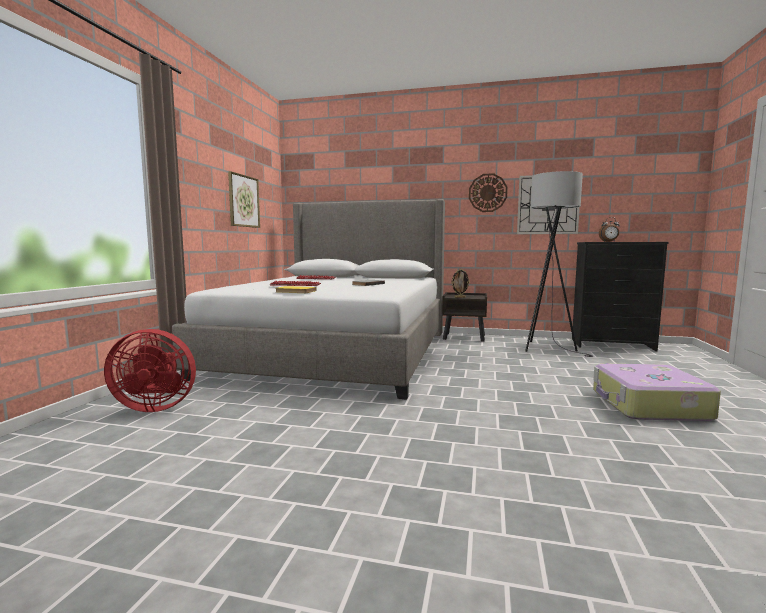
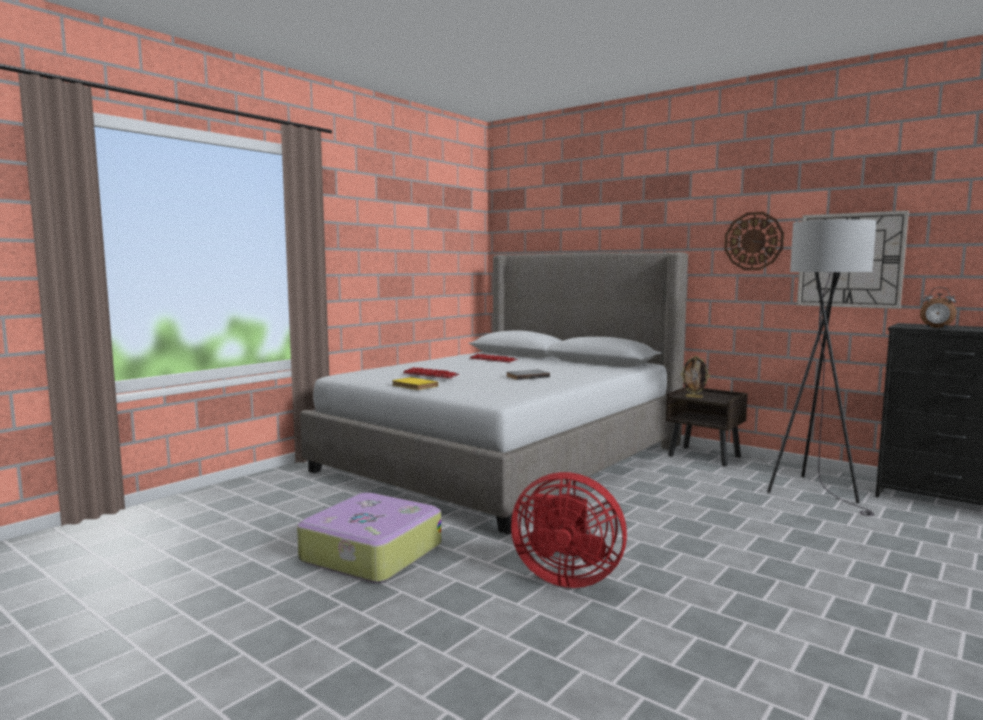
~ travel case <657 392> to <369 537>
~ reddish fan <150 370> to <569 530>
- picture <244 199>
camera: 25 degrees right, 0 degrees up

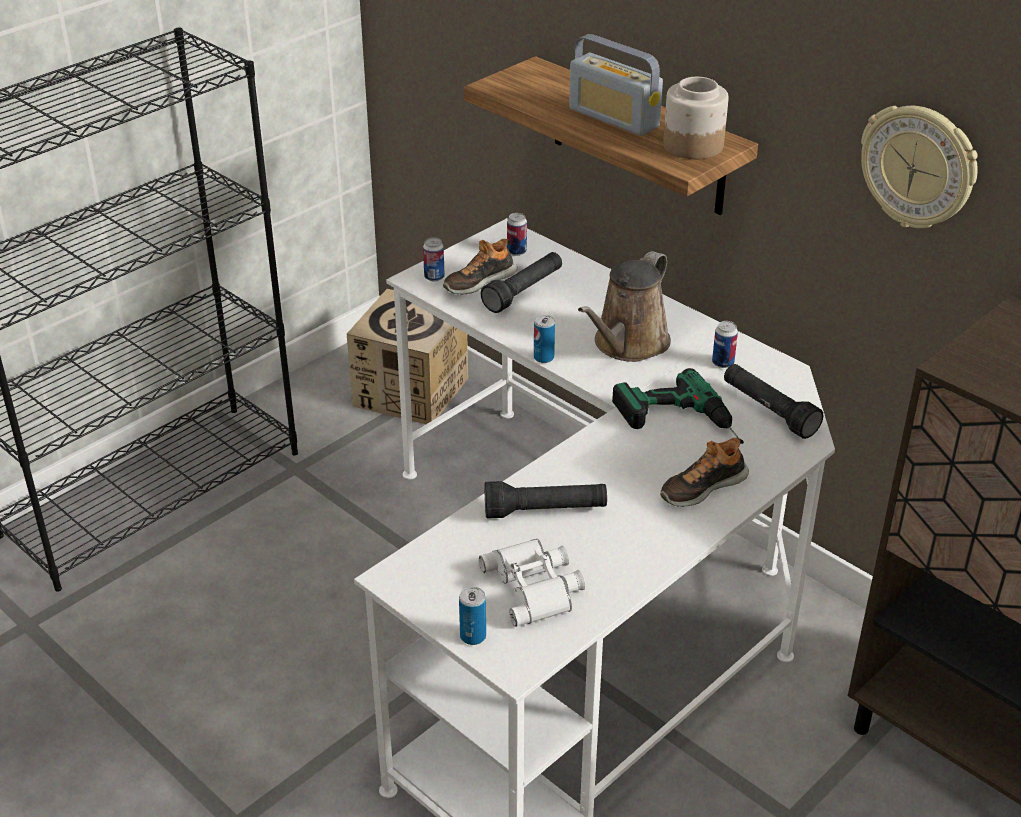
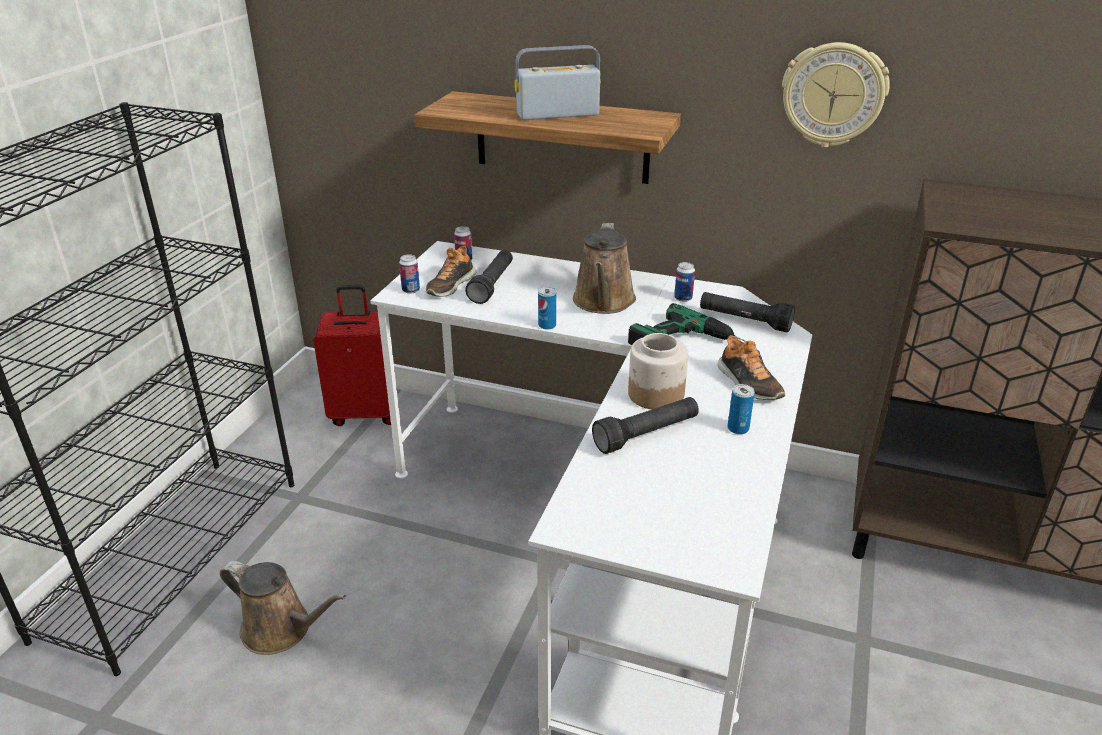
+ brownish watering pot <283 608>
~ carton <407 356> to reddish travel case <352 355>
~ radio receiver <616 85> = <557 82> 150 degrees clockwise
~ storage jar <696 118> to <658 371>
~ item of footwear <704 472> = <751 367> 60 degrees counterclockwise
~ sealed can <472 616> to <741 409>
- whitish field glasses <532 583>
camera: 25 degrees left, 5 degrees down

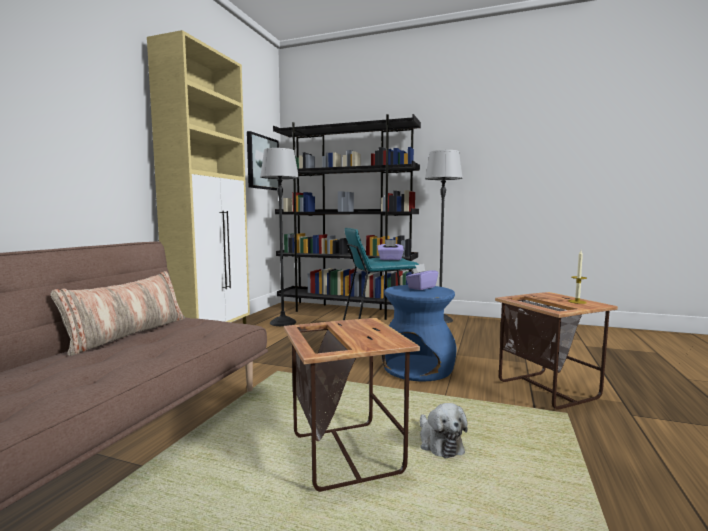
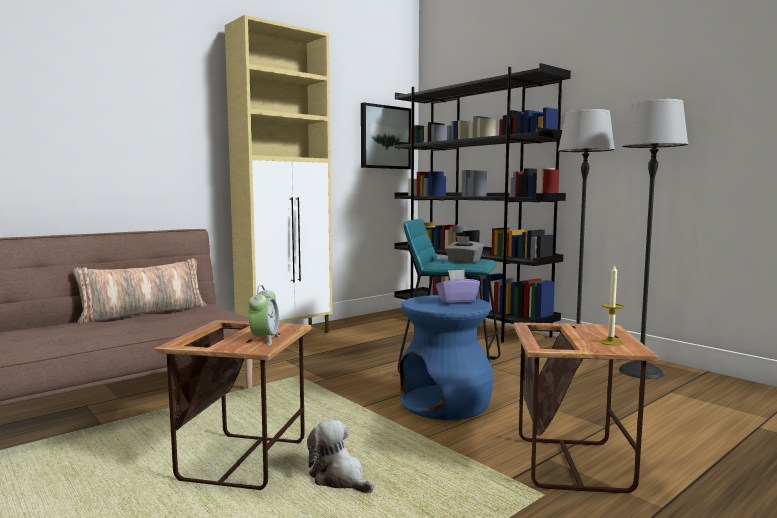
+ bedside clock <264 315>
~ plush toy <444 430> = <340 456> 120 degrees clockwise
~ purple-coloured box of tissues <390 250> to grey box of tissues <464 249>
~ standard lamp <279 237> to <653 239>
camera: 30 degrees right, 0 degrees up

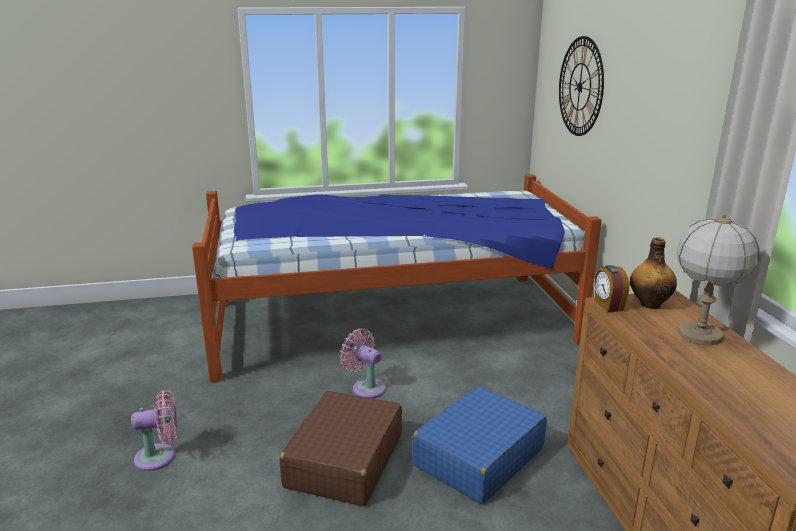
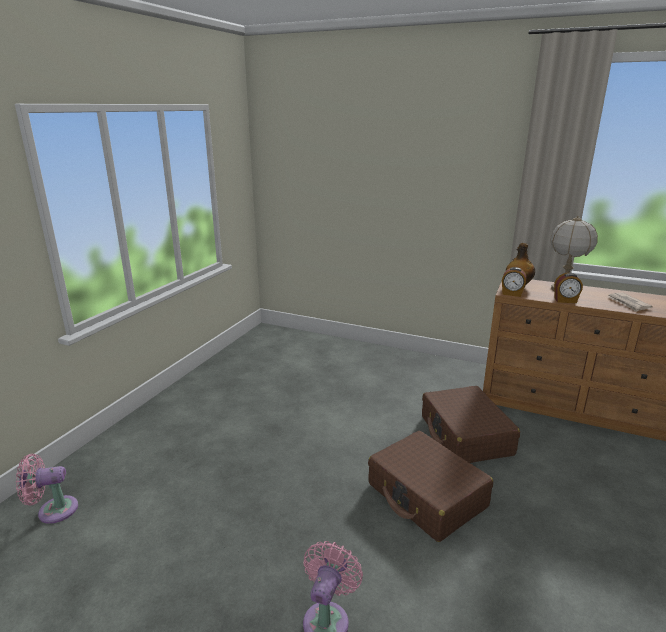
~ pink-coloured fan <363 363> to <47 489>
~ blue-coloured travel case <479 445> to brownish travel case <471 424>
+ bedside clock <568 288>
+ newspaper <630 302>
- bedroom bed <397 278>
- wall clock <581 86>
camera: 55 degrees left, 0 degrees up

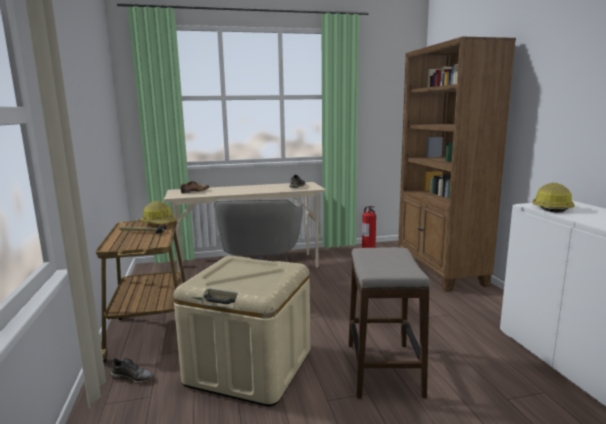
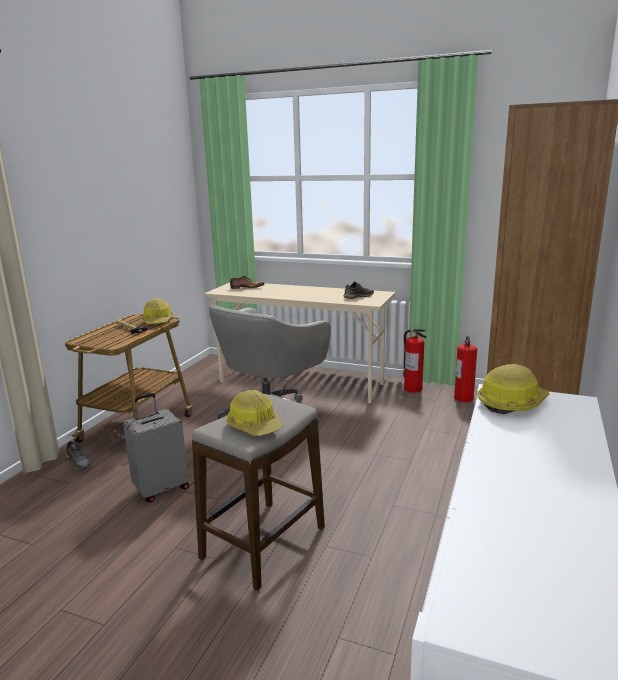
~ beige-coloured storage bin <241 331> to grey travel case <156 447>
+ hard hat <254 413>
+ fire extinguisher <415 361>
camera: 35 degrees right, 5 degrees up

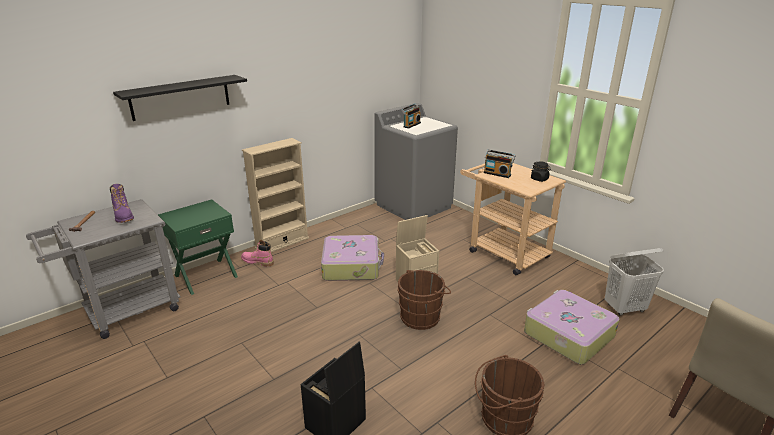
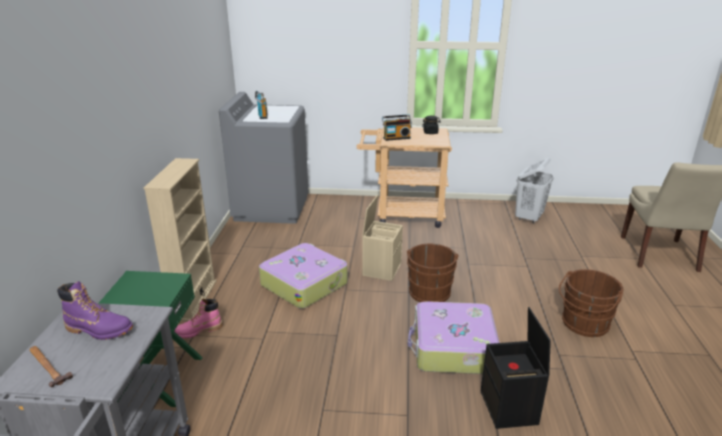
~ travel case <572 327> to <454 337>
- black-coloured shelf <180 98>
camera: 45 degrees left, 0 degrees up

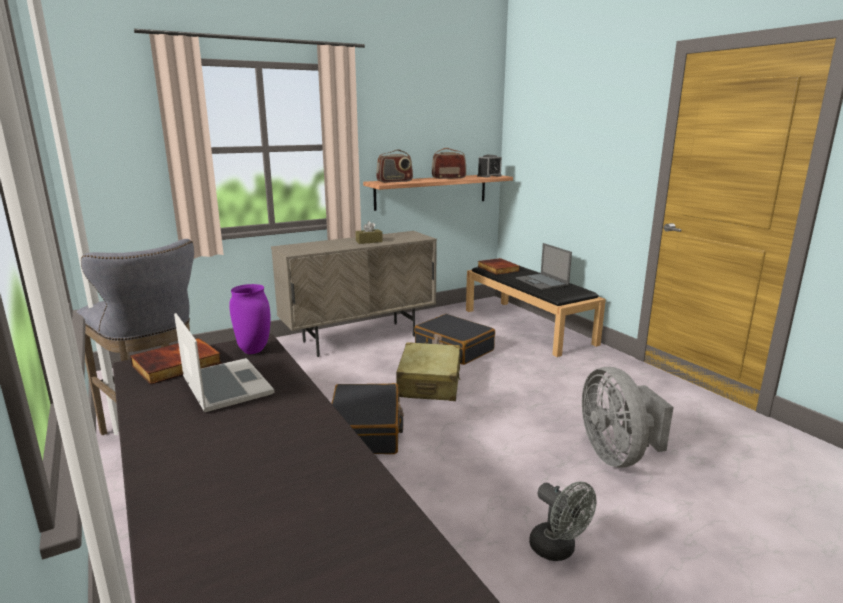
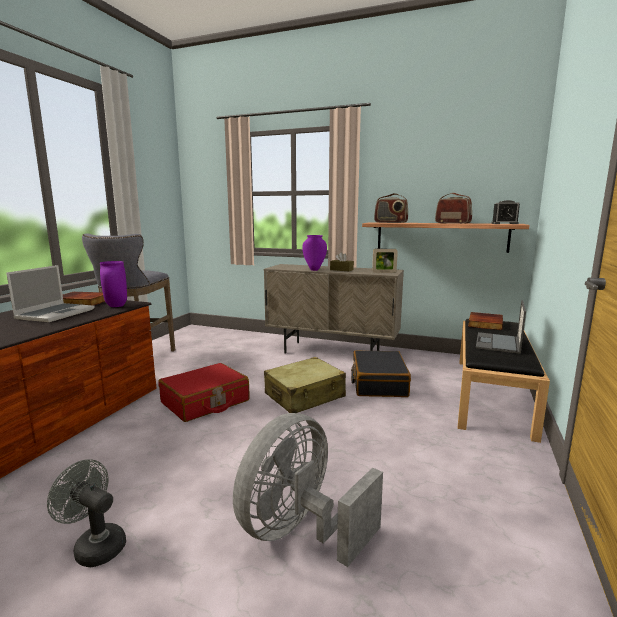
~ grey fan <562 521> = <86 513> 105 degrees clockwise
~ black-coloured travel case <367 418> to reddish travel case <204 392>
+ purple-coloured vase <314 253>
+ photo frame <385 261>
camera: 50 degrees right, 5 degrees down

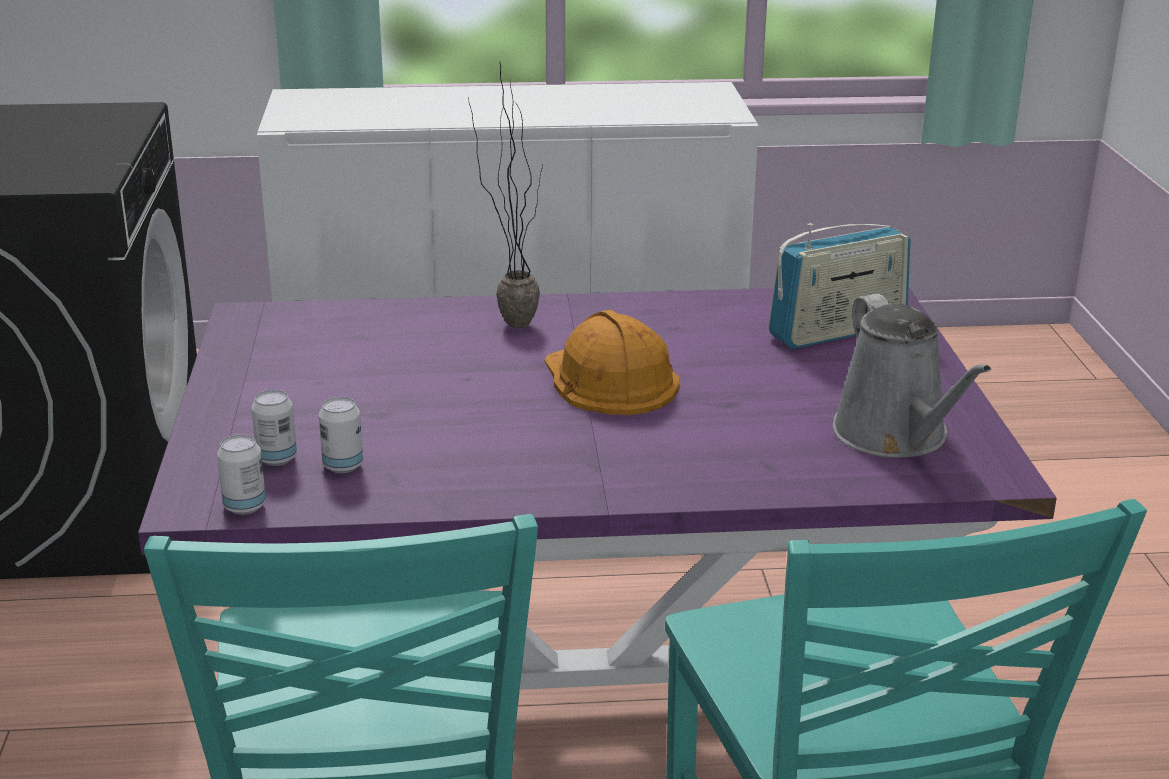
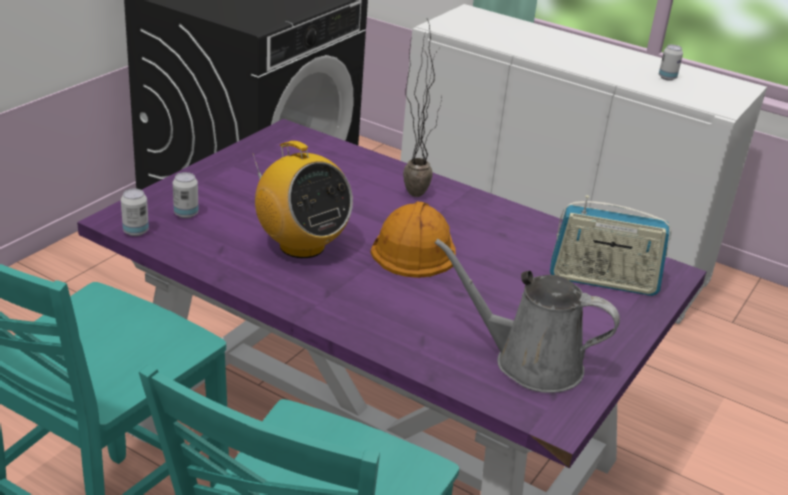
+ radio receiver <303 199>
~ grey watering pot <911 376> = <527 316> 90 degrees clockwise
~ sealed can <341 435> to <671 63>
camera: 35 degrees right, 5 degrees up

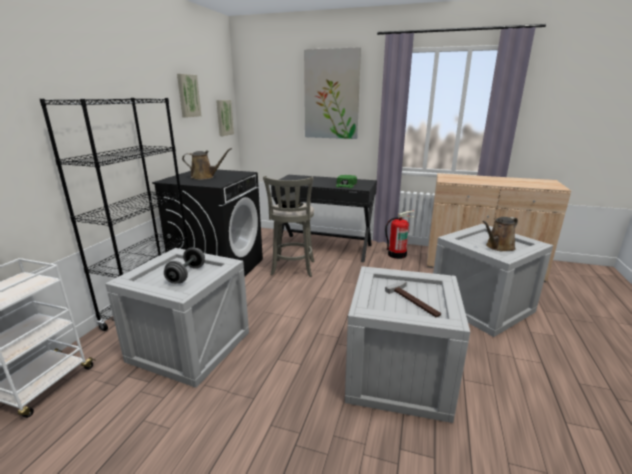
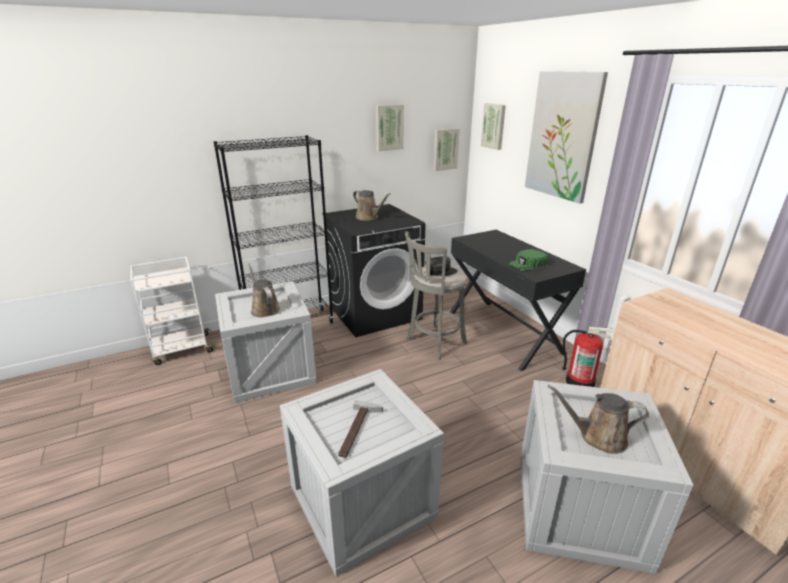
~ grey dumbbell <184 265> to brownish watering pot <264 291>
+ picture <493 126>
camera: 45 degrees right, 5 degrees up

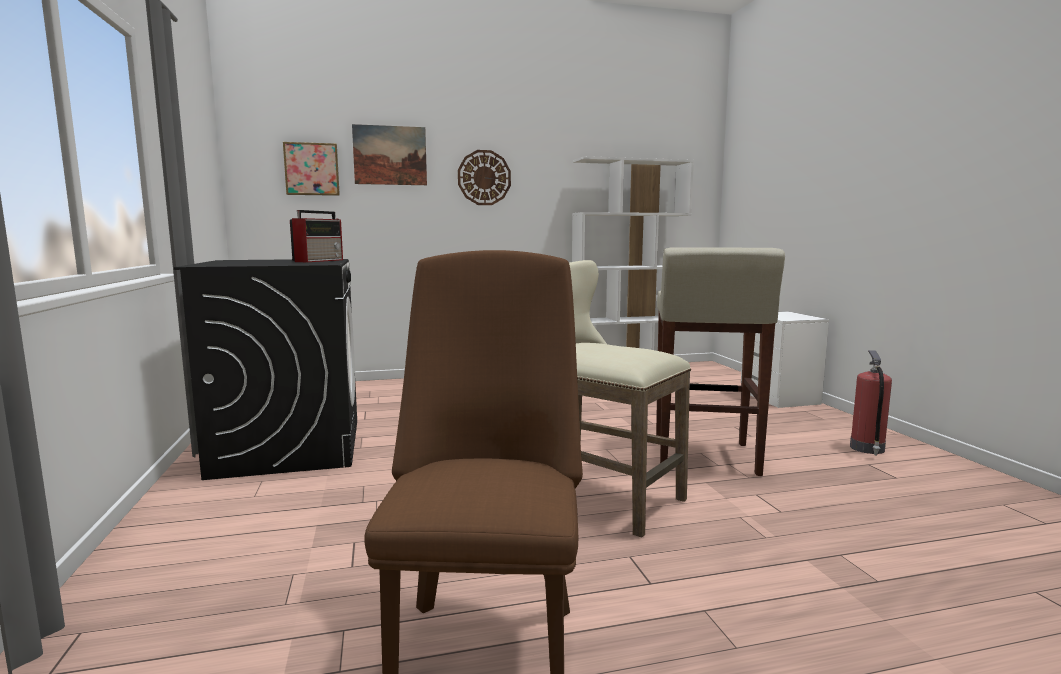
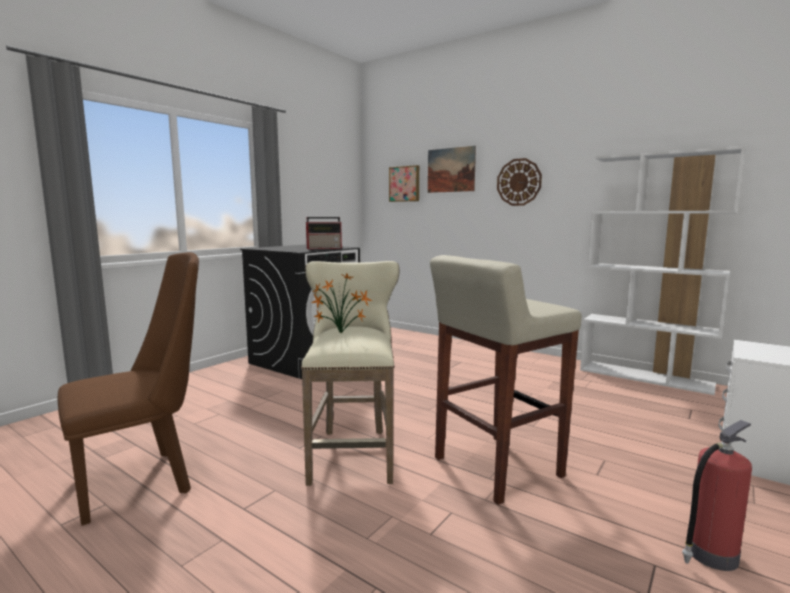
+ potted plant <341 303>
camera: 50 degrees right, 0 degrees up

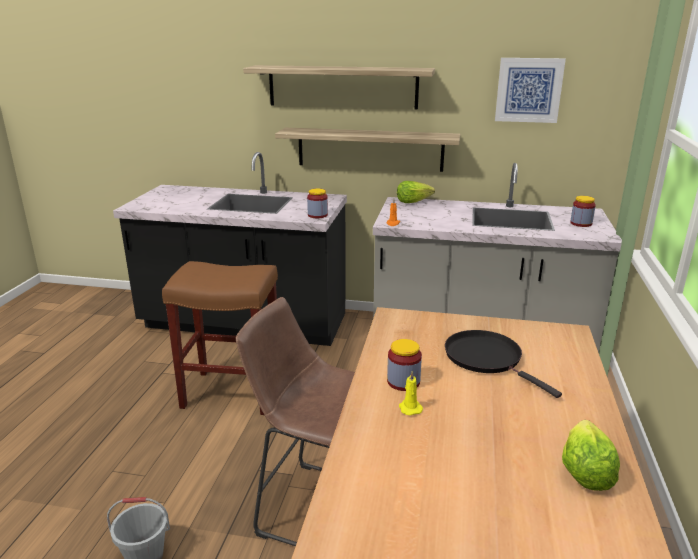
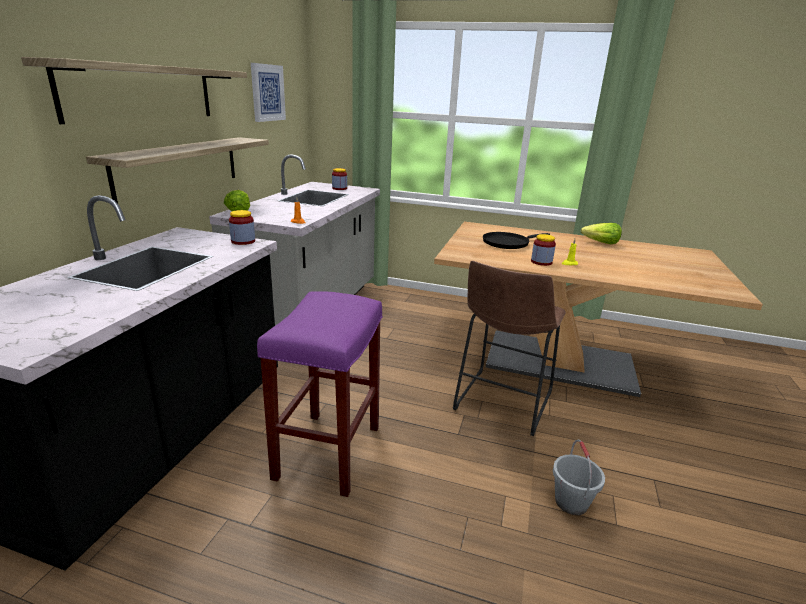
~ brownish sitting stool <220 338> to purple-coloured sitting stool <320 394>
camera: 85 degrees left, 0 degrees up

